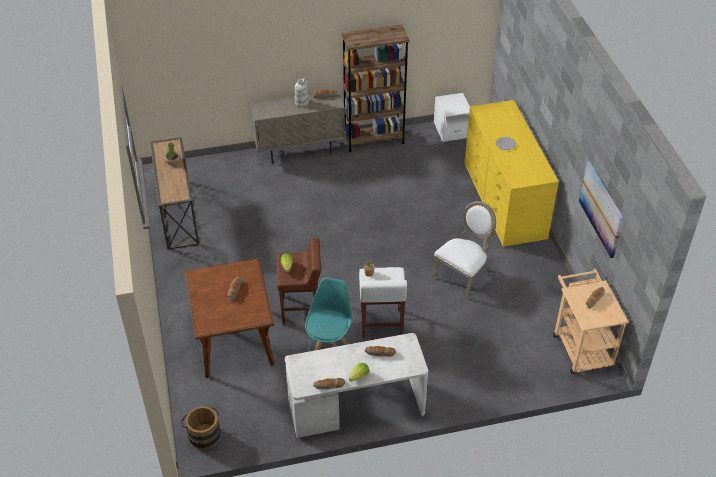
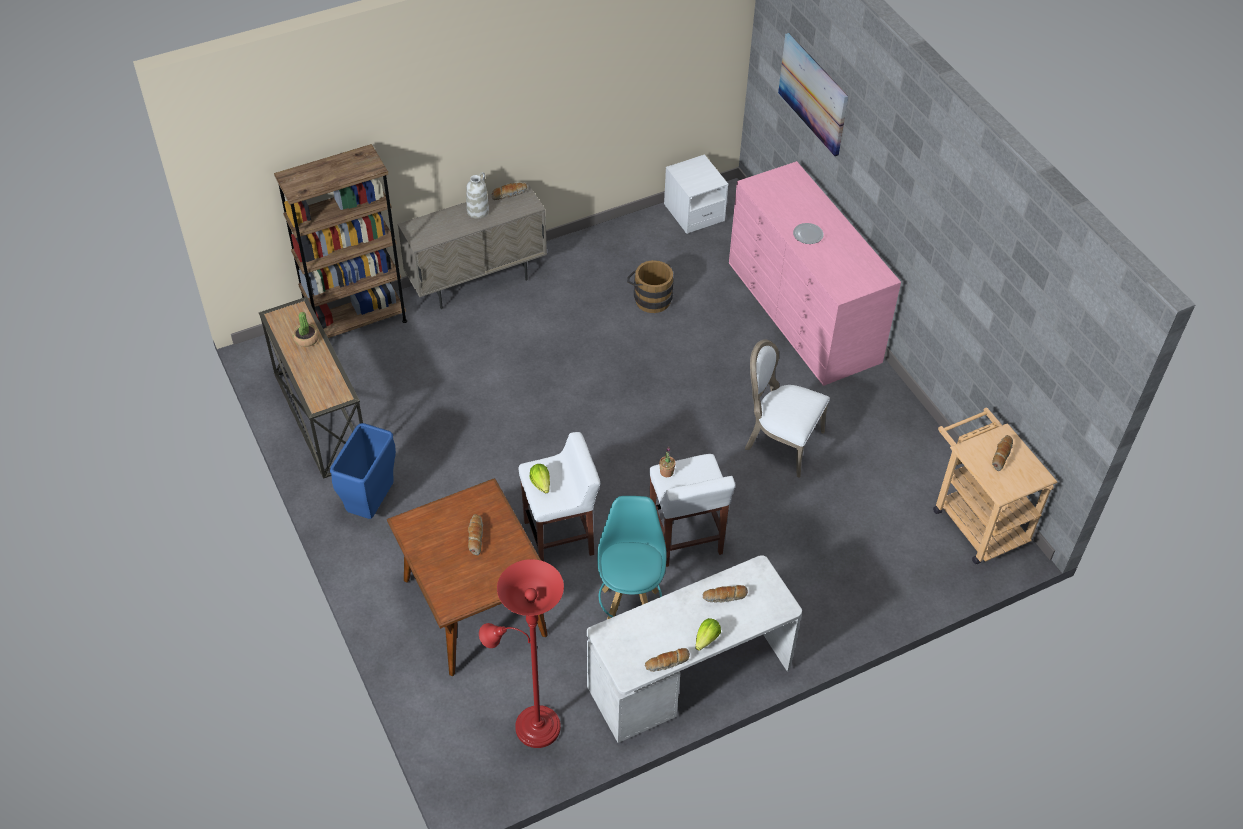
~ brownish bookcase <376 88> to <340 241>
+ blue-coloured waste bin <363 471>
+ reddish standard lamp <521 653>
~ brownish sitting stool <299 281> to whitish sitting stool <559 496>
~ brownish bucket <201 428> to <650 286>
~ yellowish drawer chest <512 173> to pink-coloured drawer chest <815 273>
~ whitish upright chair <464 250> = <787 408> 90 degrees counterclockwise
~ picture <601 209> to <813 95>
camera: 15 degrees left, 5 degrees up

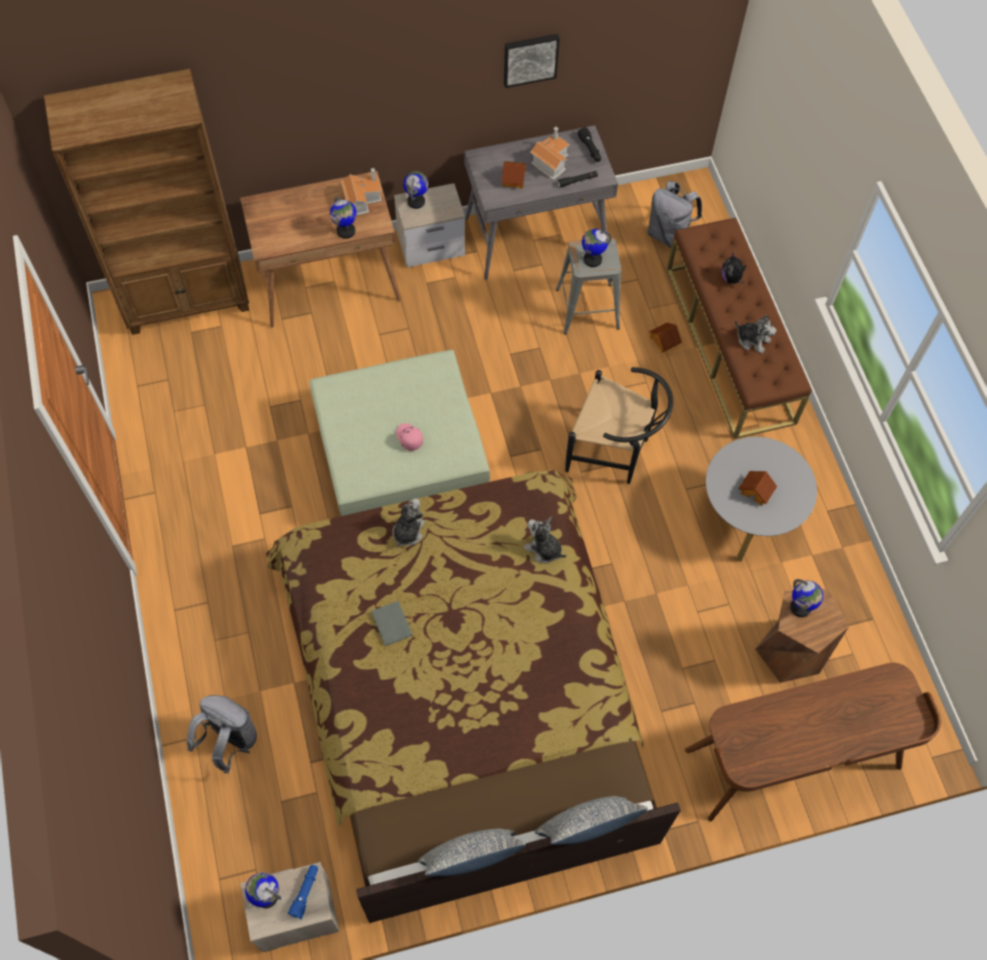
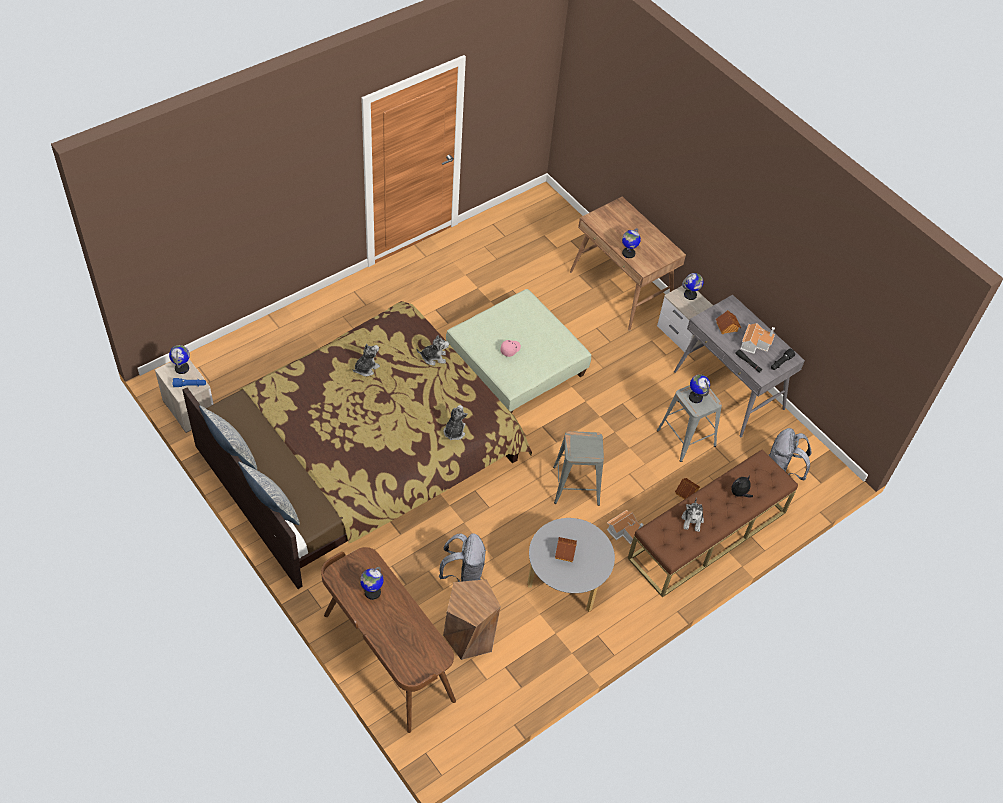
~ grey book <392 623> to plush toy <366 360>
~ globe <806 598> to <372 583>
~ grey rucksack <222 734> to <462 557>
~ black-coloured upright chair <619 425> to grey sitting stool <578 468>
~ toy house <361 191> to <625 527>
- brownish bookcase <146 202>
- picture <531 61>
camera: 65 degrees right, 10 degrees down

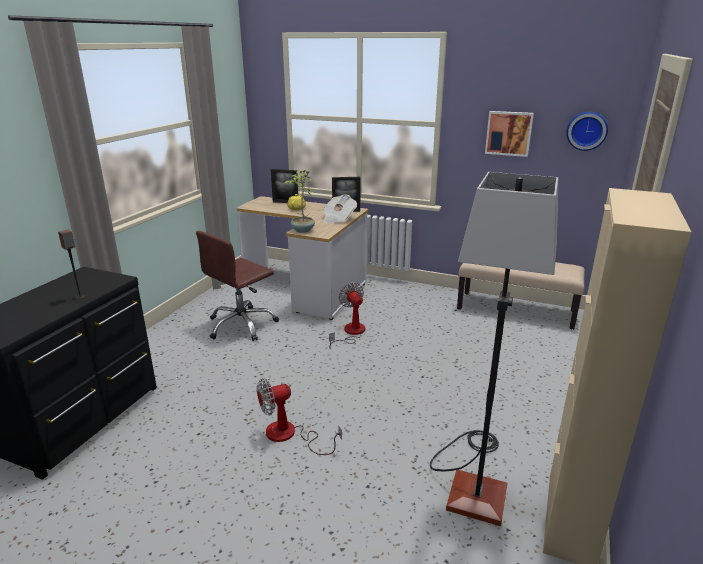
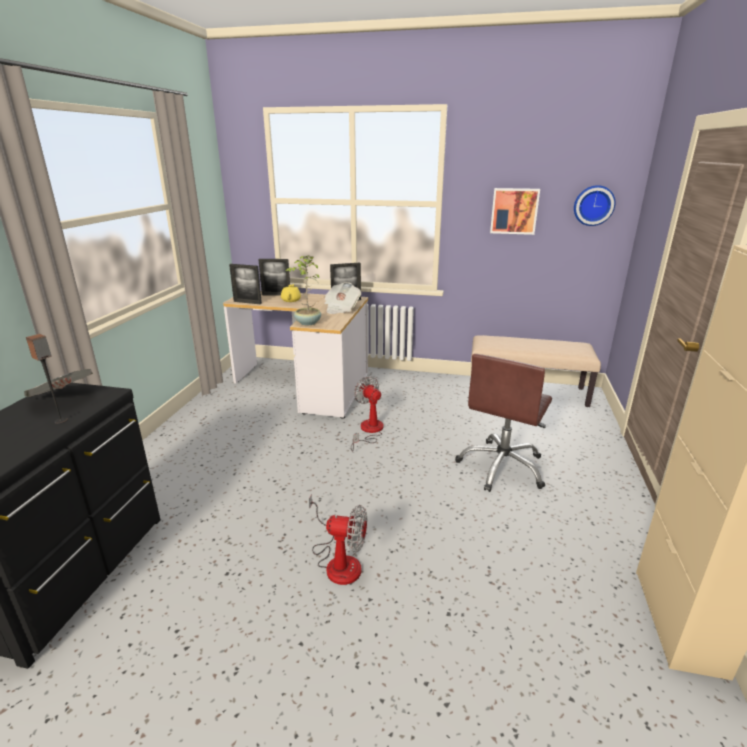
+ newspaper <58 383>
+ photo frame <245 284>
~ fan <299 416> = <338 539> 135 degrees counterclockwise
~ brownish computer chair <237 286> to <503 423>
- standard lamp <494 349>
camera: 10 degrees left, 0 degrees up

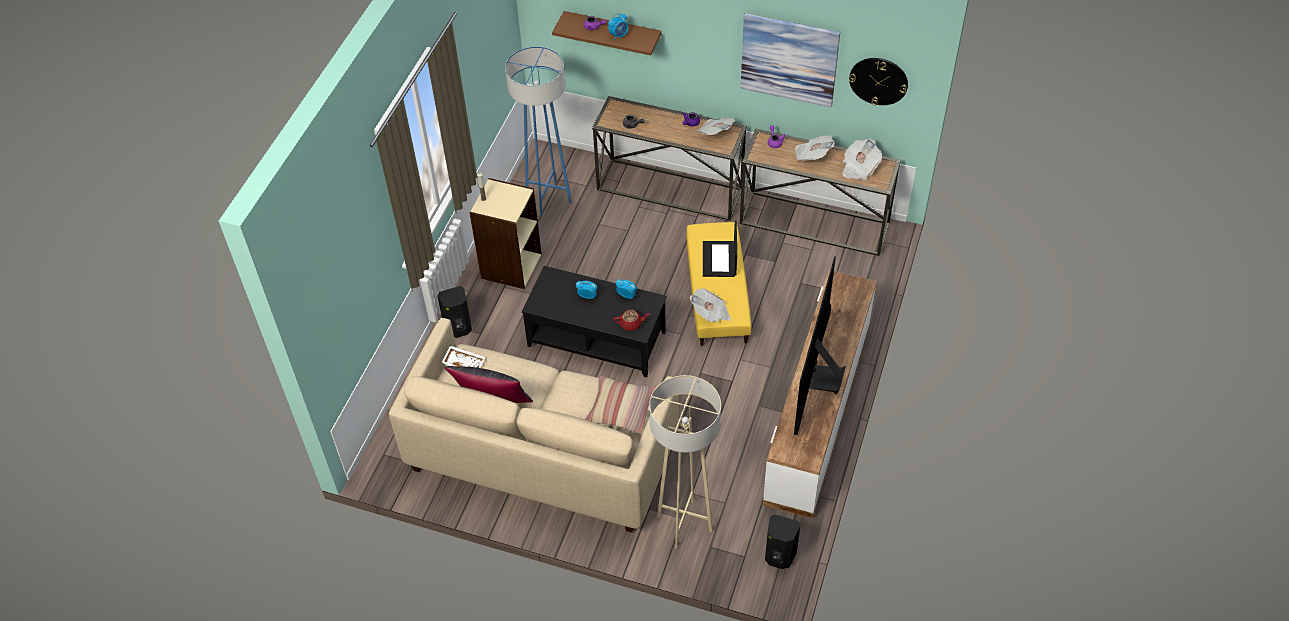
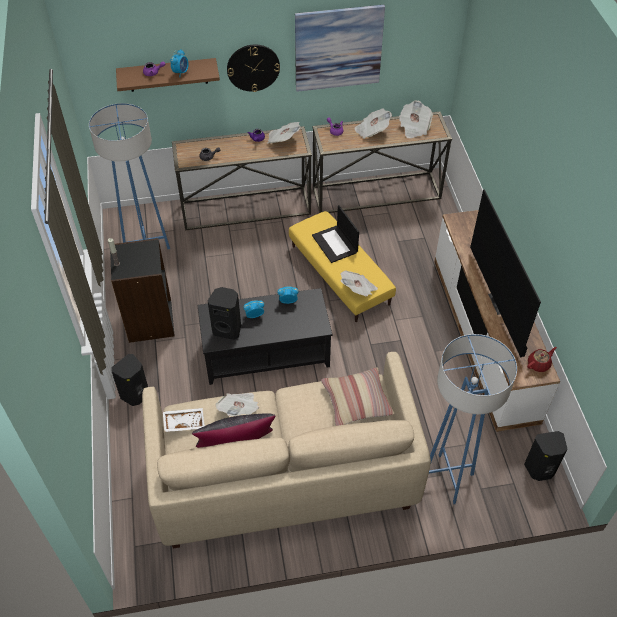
~ beige-coloured bookcase <506 233> to black-coloured bookcase <142 290>
+ black-coloured speaker <224 313>
+ newspaper <237 404>
~ wall clock <878 82> to <253 68>
~ beige-coloured standard lamp <685 461> to blue-coloured standard lamp <473 419>
~ reddish tea pot <631 320> to <542 359>
camera: 30 degrees left, 0 degrees up

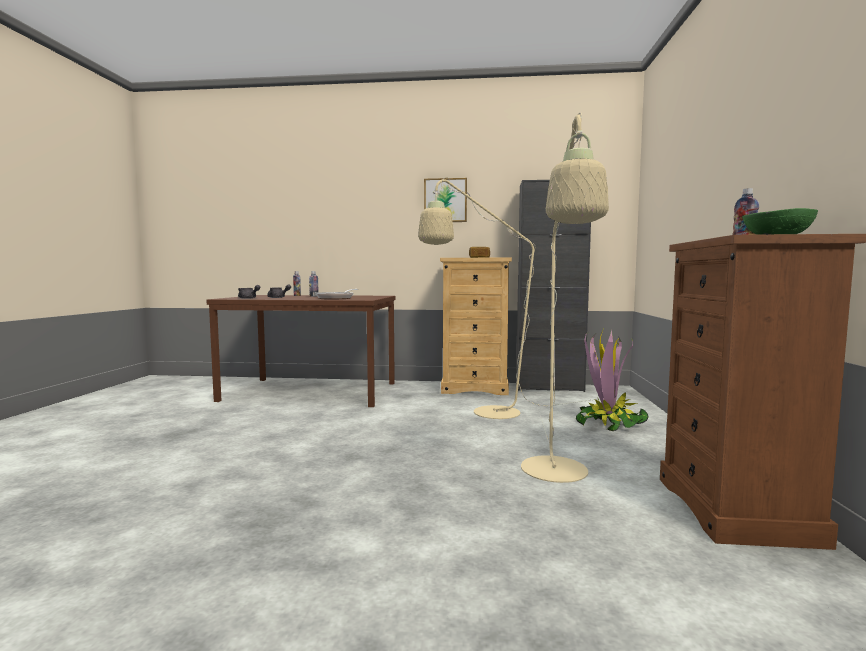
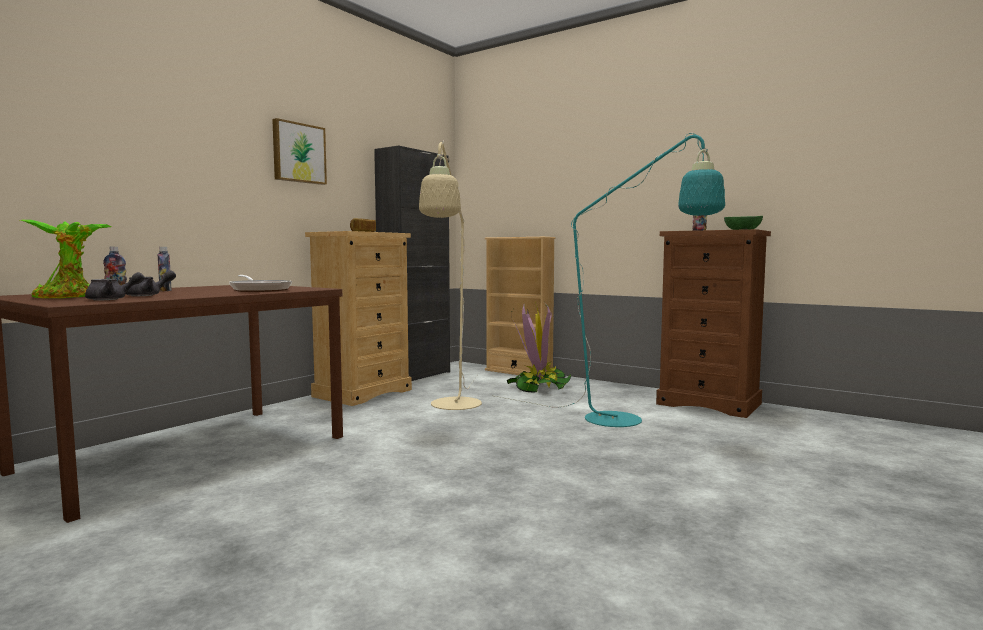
+ potted plant <65 259>
+ beige-coloured bookcase <520 306>
~ beige-coloured standard lamp <565 297> to turquoise standard lamp <608 280>
camera: 60 degrees left, 0 degrees up

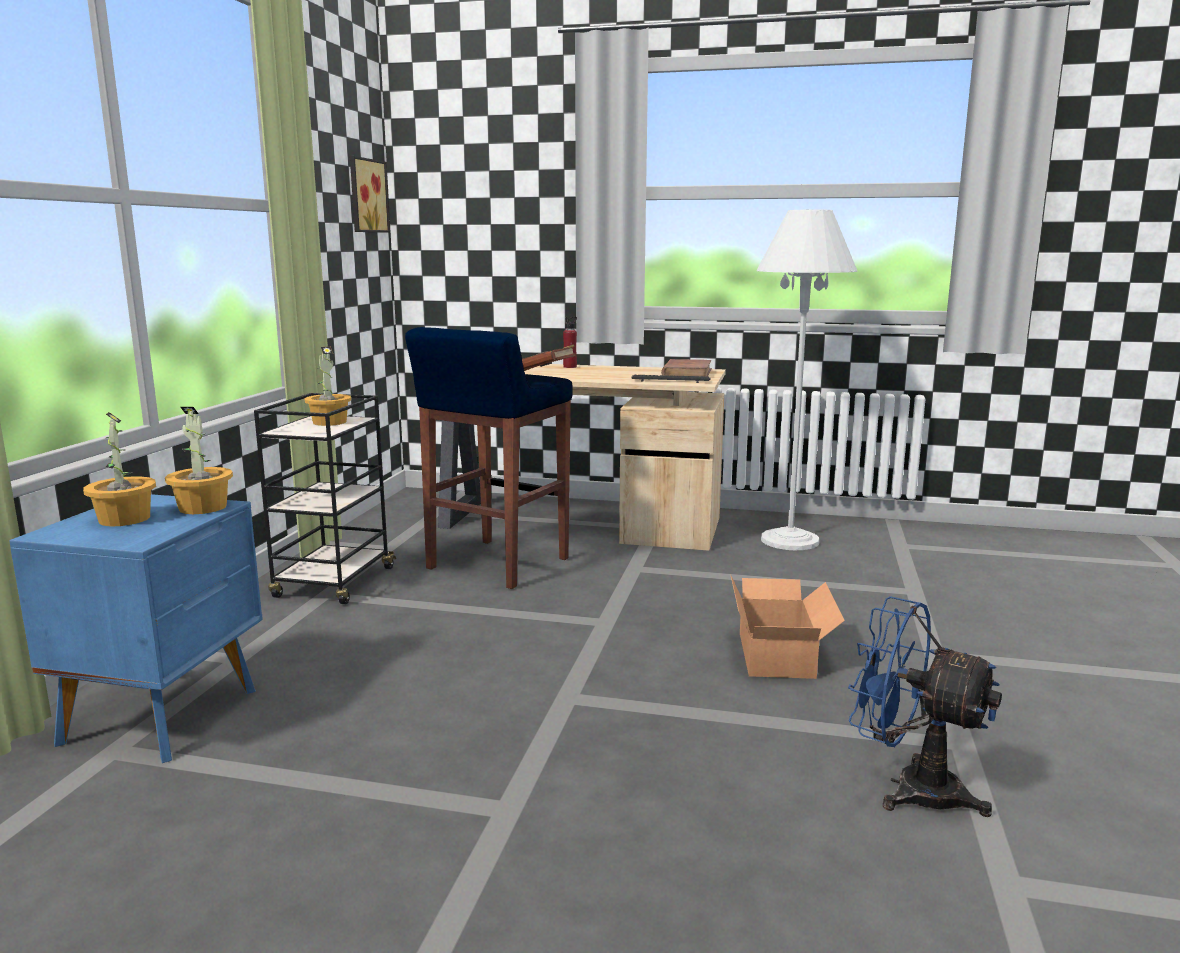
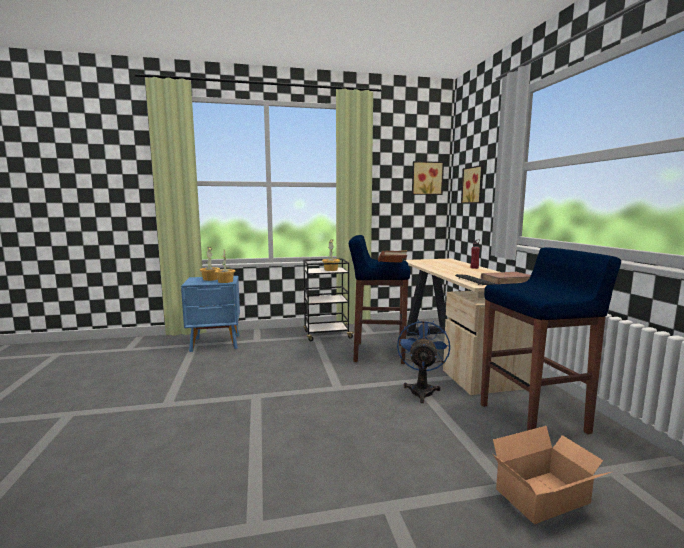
~ blue-coloured fan <925 706> to <423 361>
+ picture <472 184>
~ whitish standard lamp <806 380> to blue-coloured sitting stool <551 340>
~ carton <787 626> to <551 475>
camera: 65 degrees right, 5 degrees down

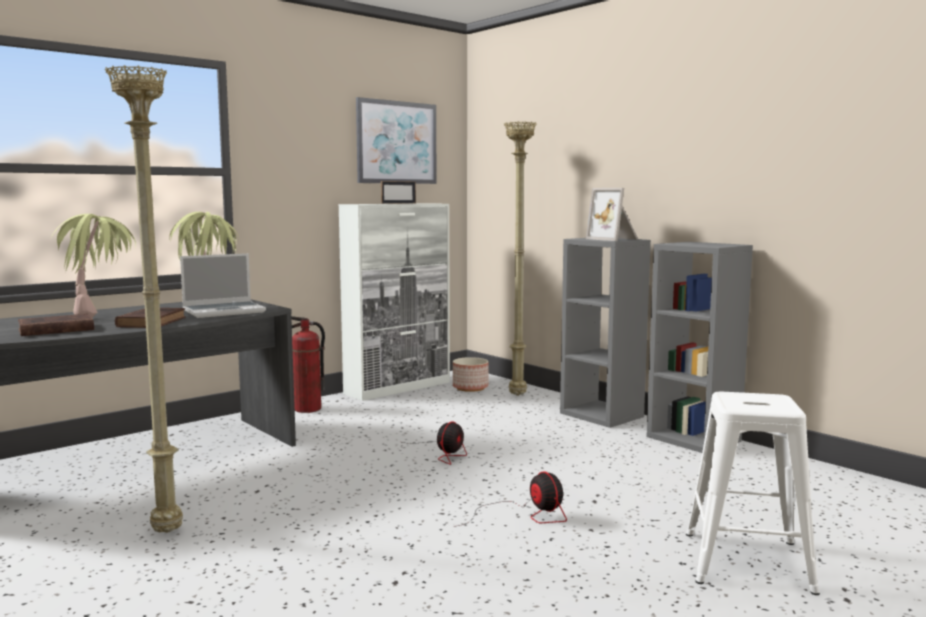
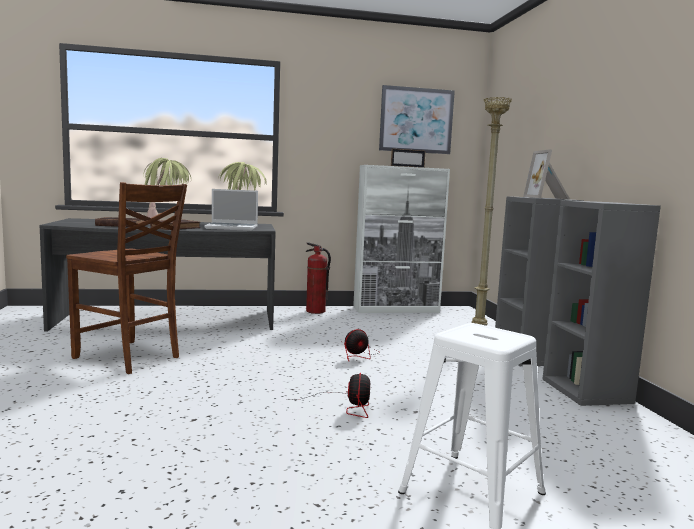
~ beige-coloured standard lamp <144 299> to brownish upright chair <126 278>
- planter <470 374>
camera: 30 degrees right, 0 degrees up

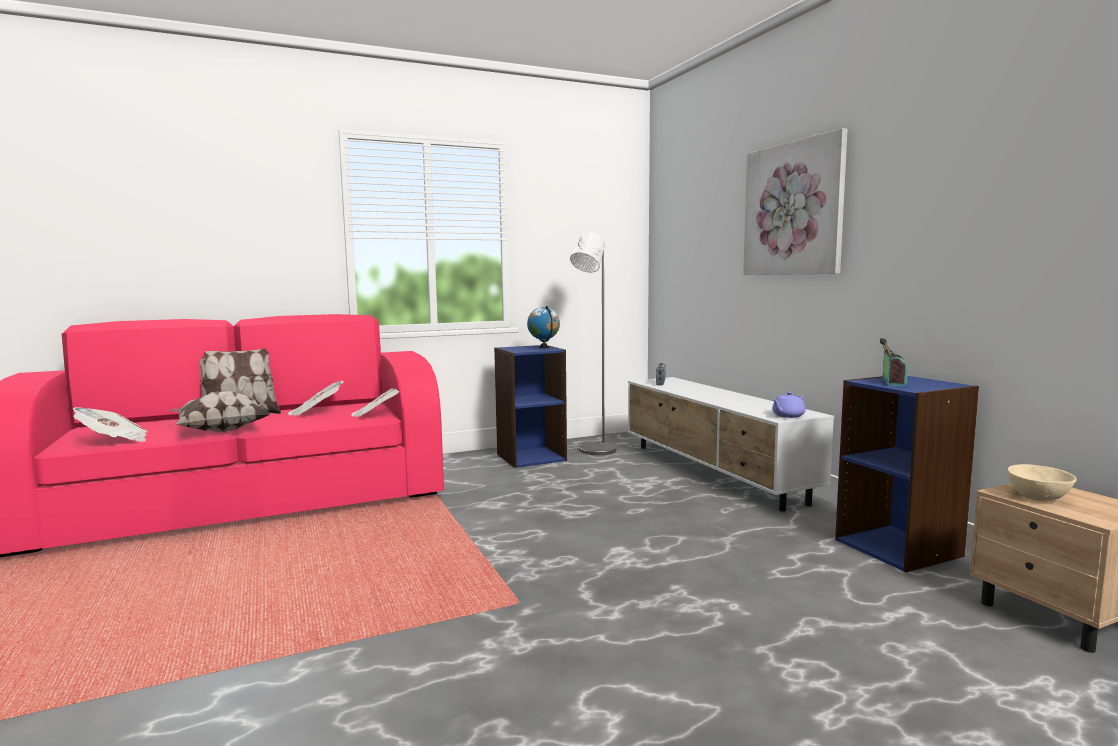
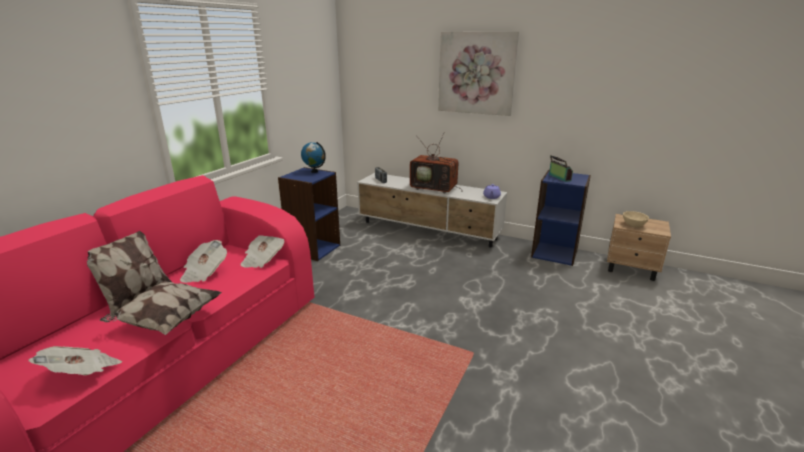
+ television <436 162>
- grey standard lamp <593 343>
camera: 40 degrees left, 15 degrees up

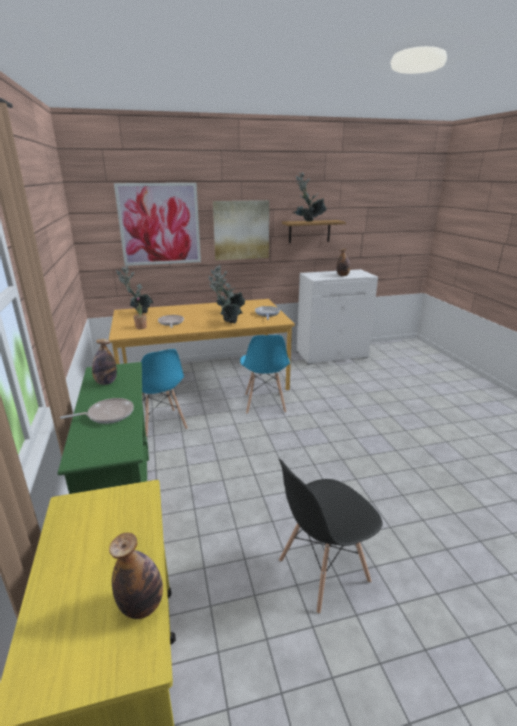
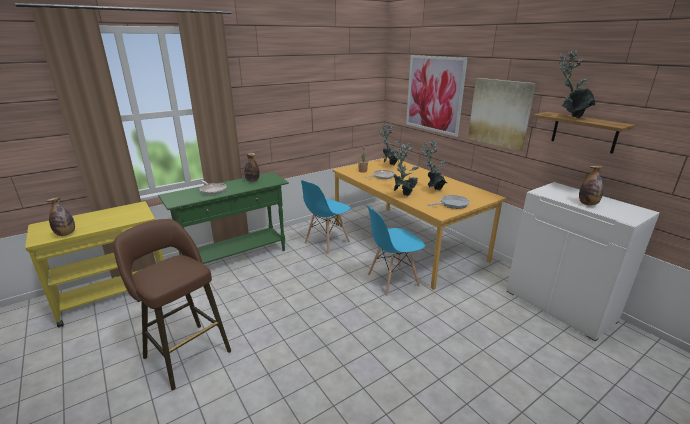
~ black-coloured upright chair <331 536> to brownish sitting stool <172 304>
camera: 70 degrees right, 0 degrees up

